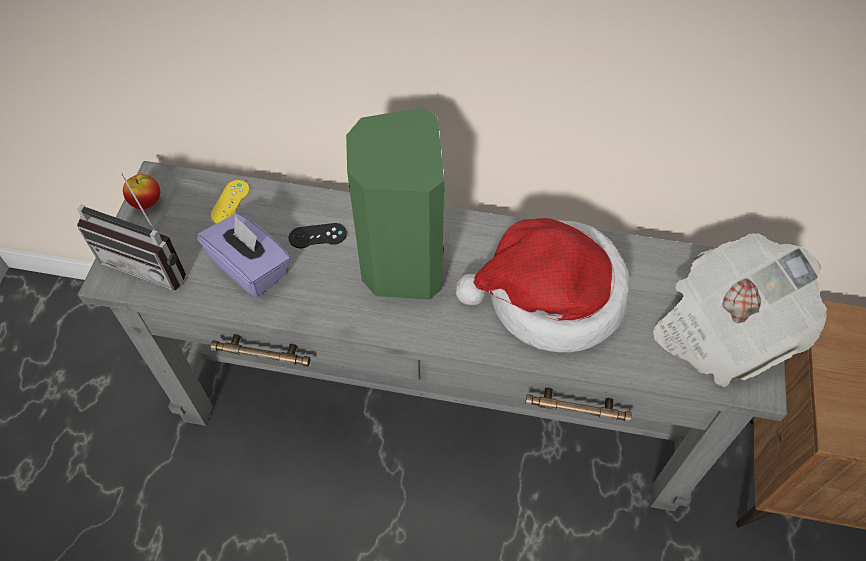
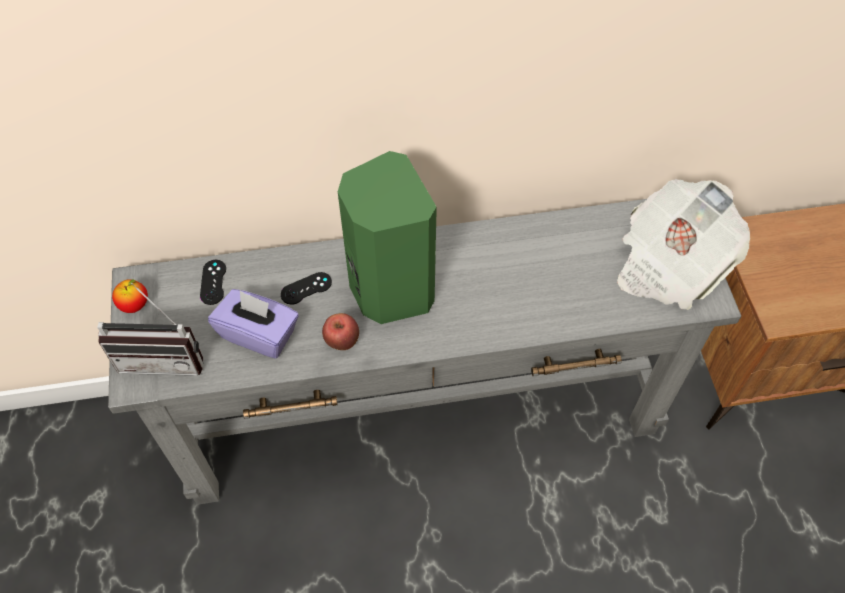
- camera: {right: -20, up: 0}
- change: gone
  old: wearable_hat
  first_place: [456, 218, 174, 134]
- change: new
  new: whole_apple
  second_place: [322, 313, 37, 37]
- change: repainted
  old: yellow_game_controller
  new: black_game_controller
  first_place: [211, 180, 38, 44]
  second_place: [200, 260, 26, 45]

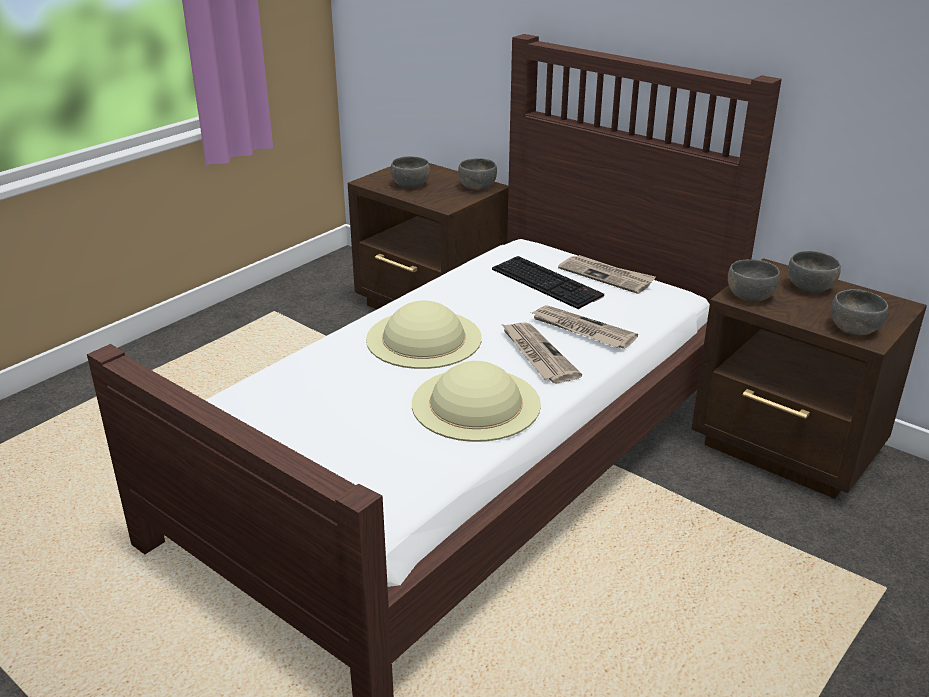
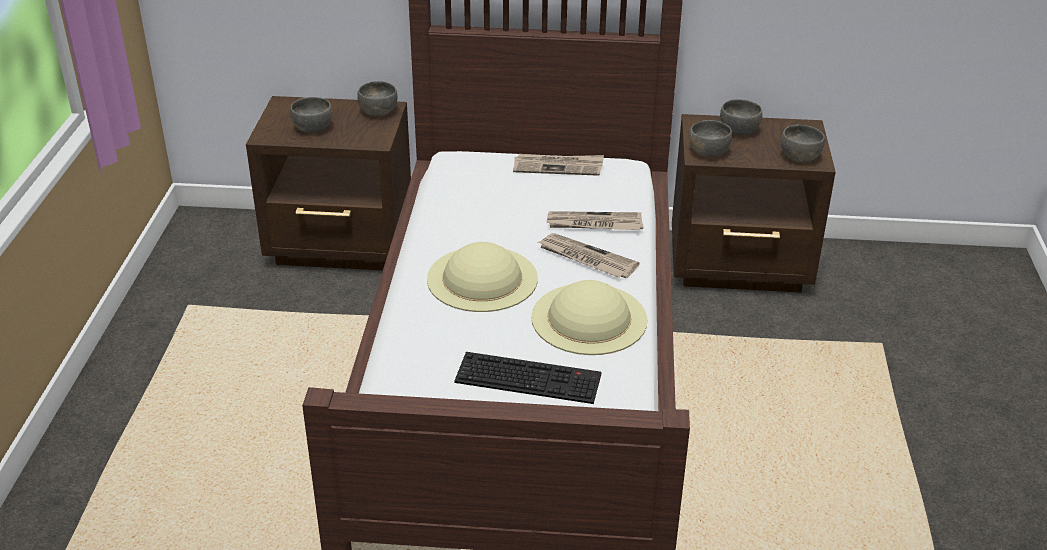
- camera: {right: -35, up: 5}
- change: shifted
  old: keyboard
  first_place: [492, 256, 112, 53]
  second_place: [454, 352, 147, 52]

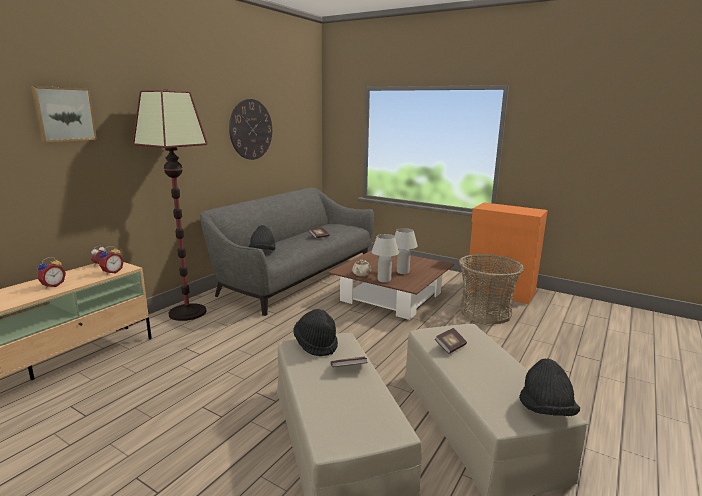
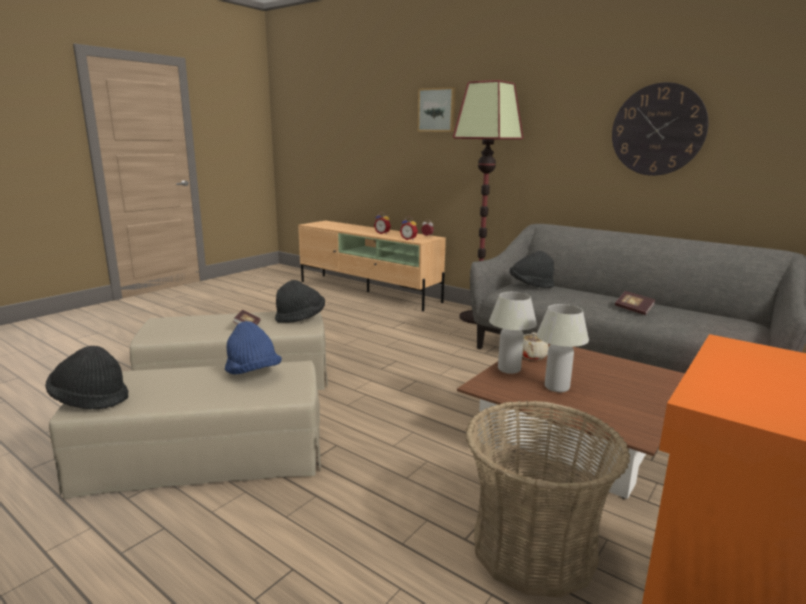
- camera: {right: 95, up: 0}
- change: swapped
  old: volume
  new: blue-coloured_wearable_hat
  first_place: [435, 328, 32, 26]
  second_place: [225, 321, 57, 53]

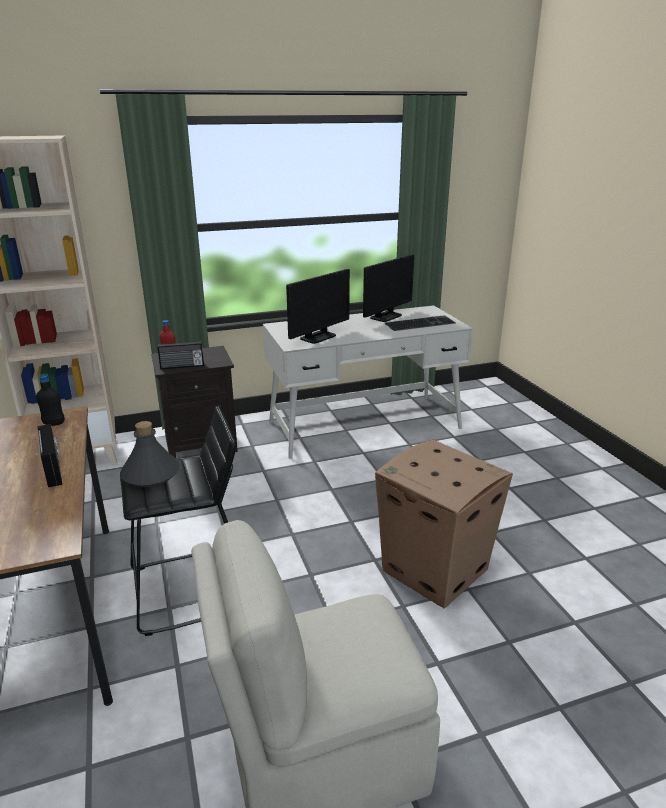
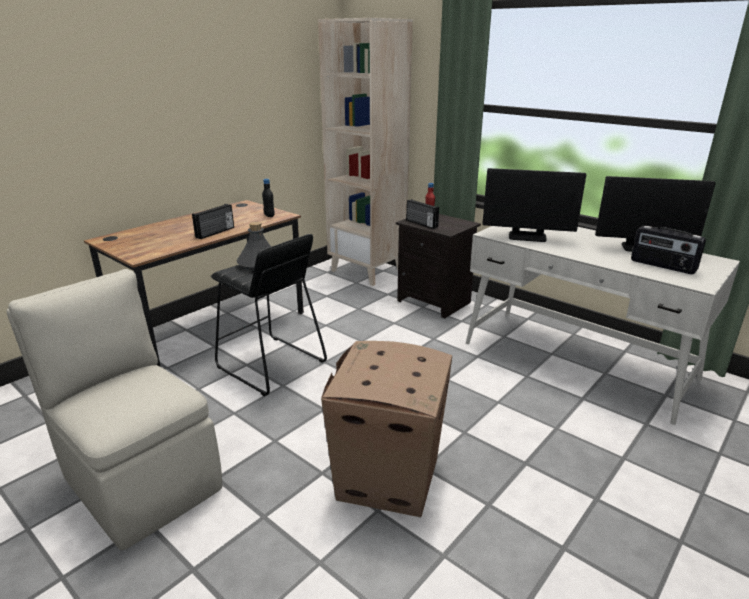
- camera: {right: 60, up: 0}
- change: swapped
  old: keyboard
  new: radio
  first_place: [385, 315, 70, 16]
  second_place: [631, 226, 75, 48]

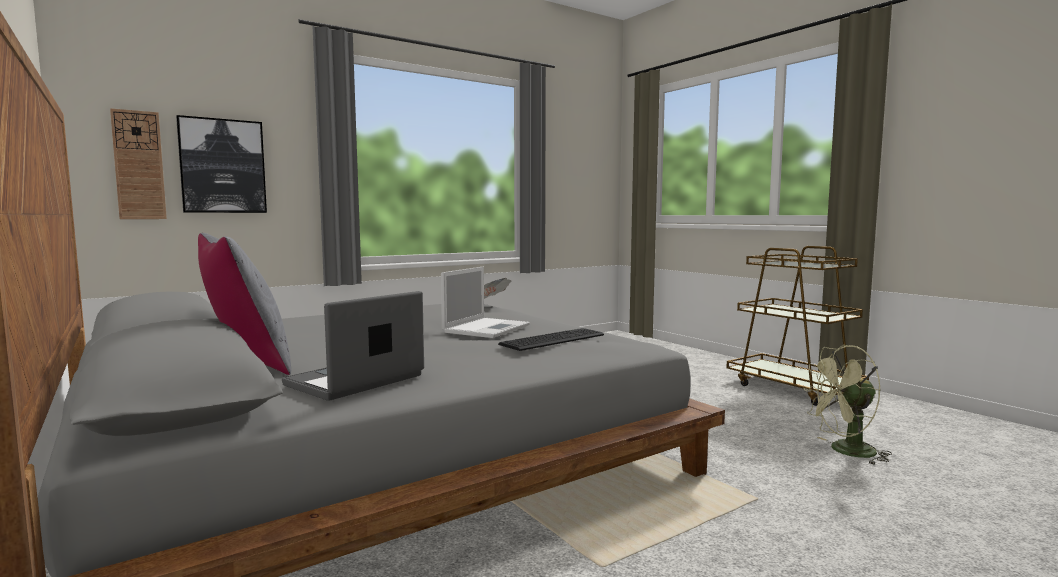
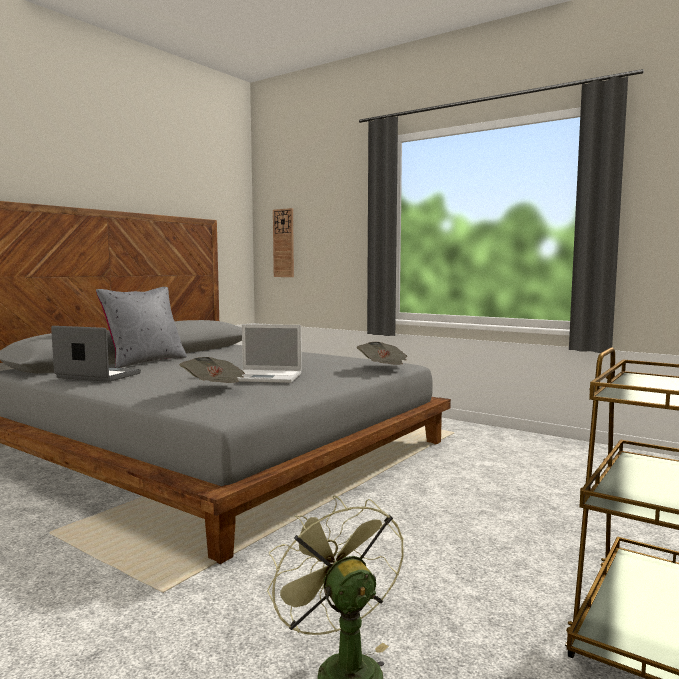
- camera: {right: 70, up: 0}
- change: gone
  old: wall_art
  first_place: [176, 115, 91, 98]
- change: swapped
  old: keyboard
  new: newspaper
  first_place: [498, 328, 106, 23]
  second_place: [179, 357, 66, 26]

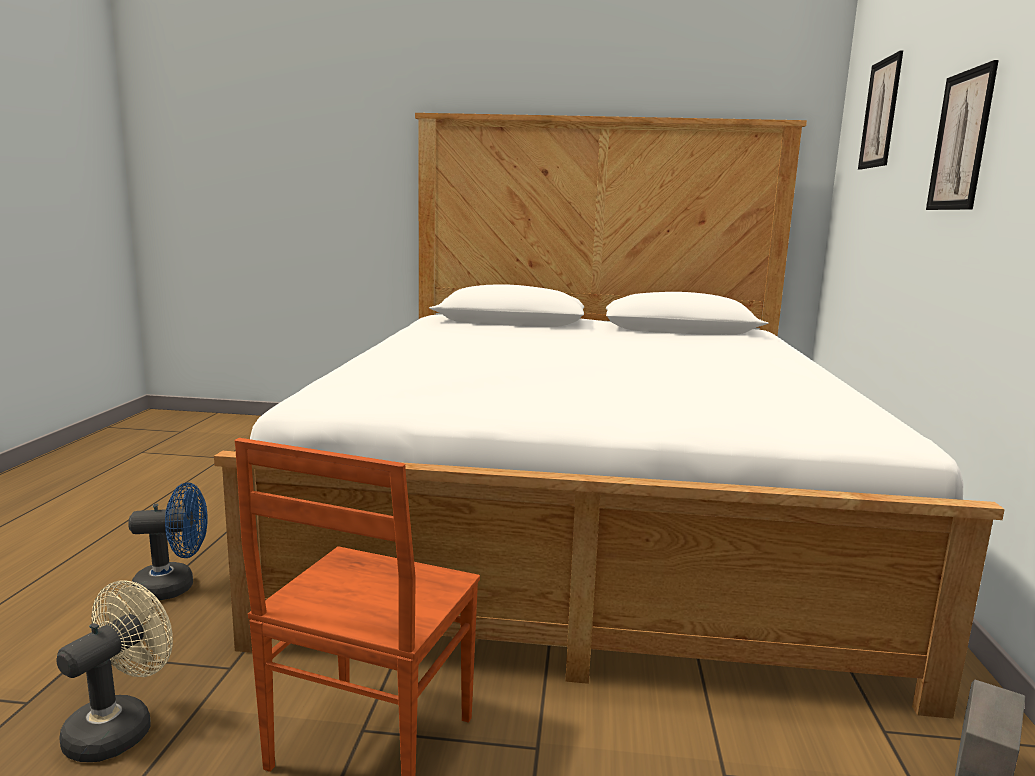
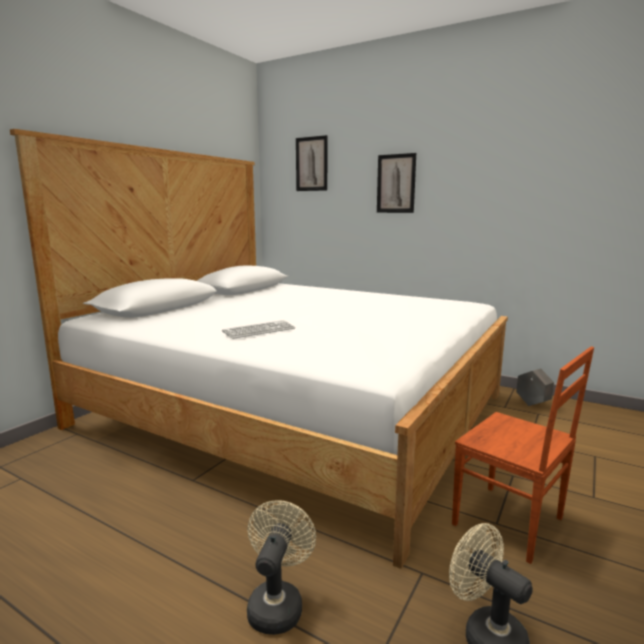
- camera: {right: -65, up: 0}
- change: new
  new: keyboard
  second_place: [222, 320, 73, 19]
- change: repainted
  old: blue-coloured_electric_fan
  new: beige_electric_fan
  first_place: [128, 482, 80, 119]
  second_place: [247, 500, 69, 135]

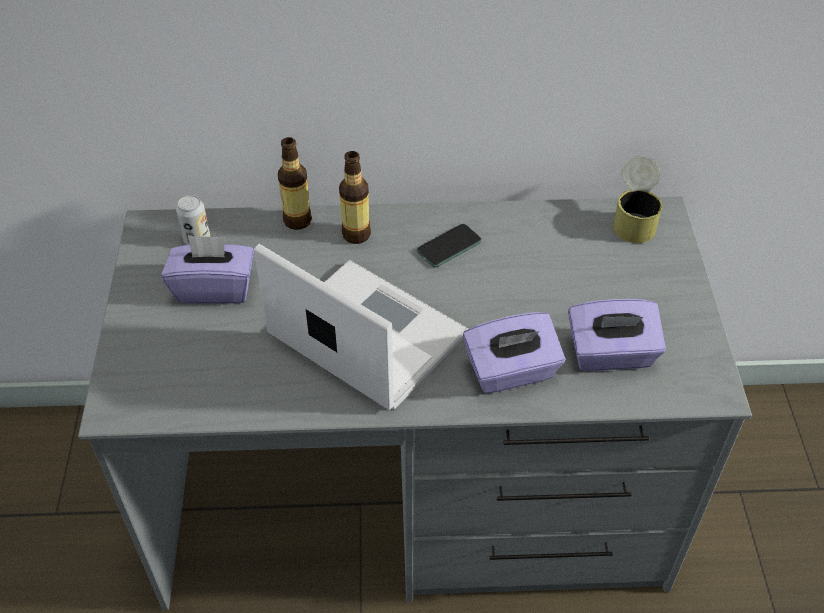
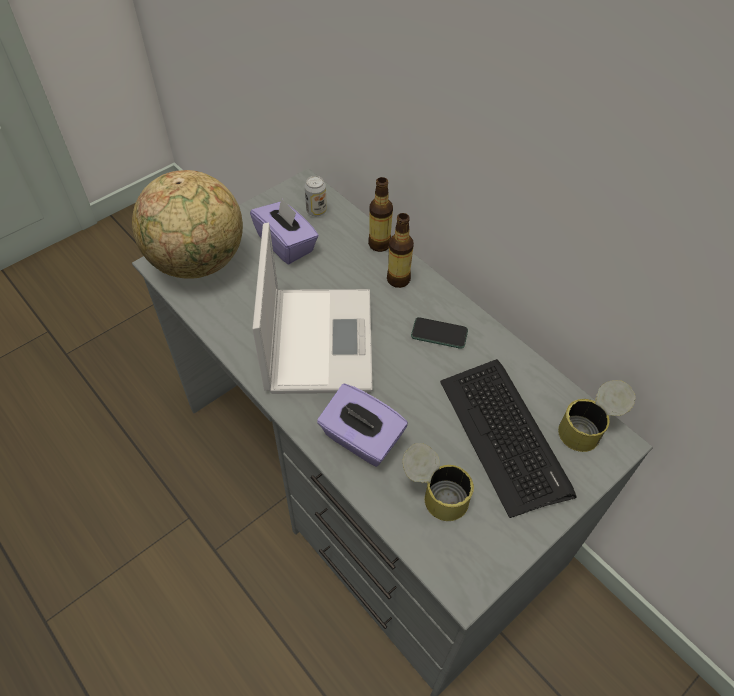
- camera: {right: 50, up: 5}
- change: new
  new: desk_globe
  second_place: [132, 170, 111, 109]
- change: new
  new: keyboard
  second_place: [440, 359, 137, 159]
- change: swapped
  old: purple-coloured_tissue_holder
  new: metal_can
  first_place: [568, 299, 98, 72]
  second_place: [403, 443, 71, 78]

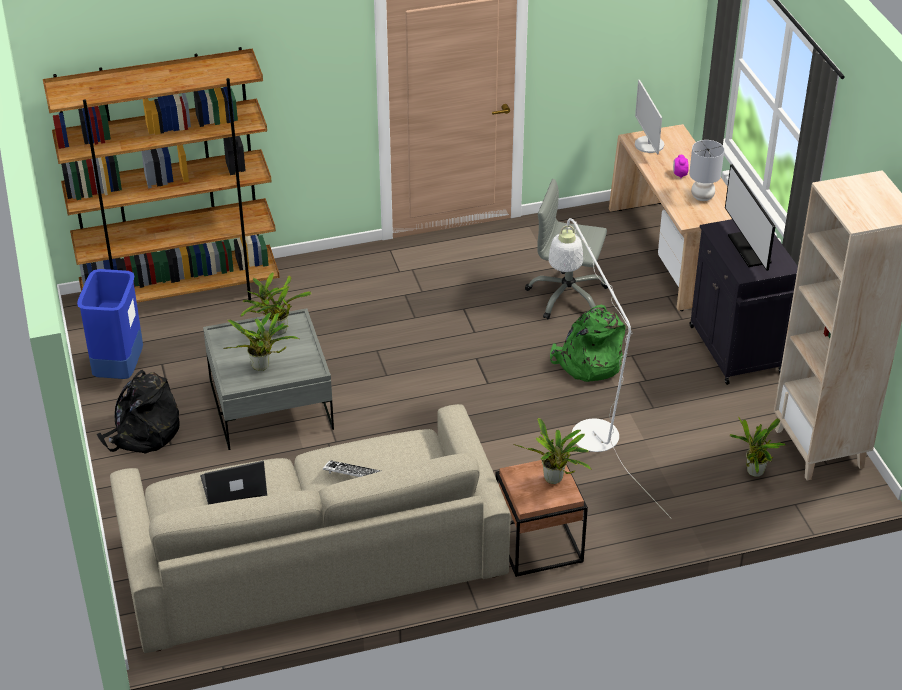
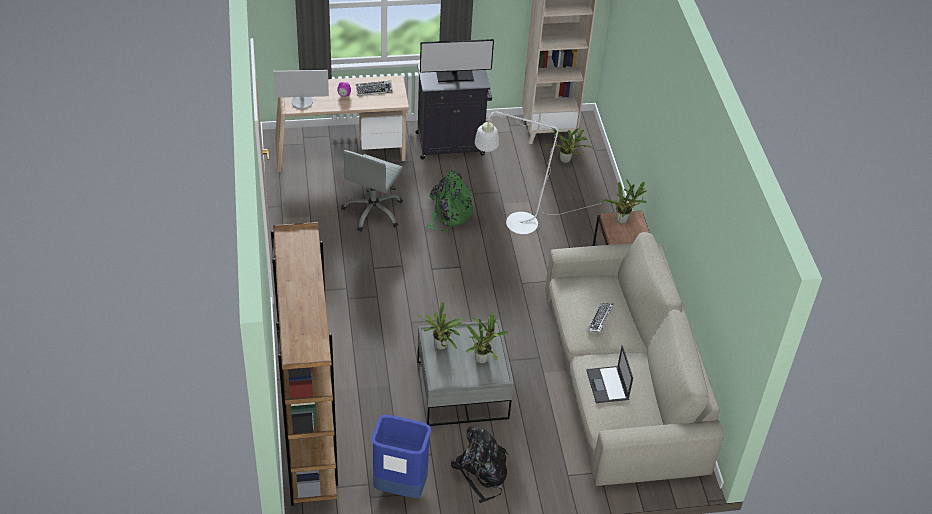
- camera: {right: -85, up: 5}
- change: swapped
  old: gray_table_lamp
  new: keyboard
  first_place: [689, 140, 35, 61]
  second_place: [356, 81, 37, 15]

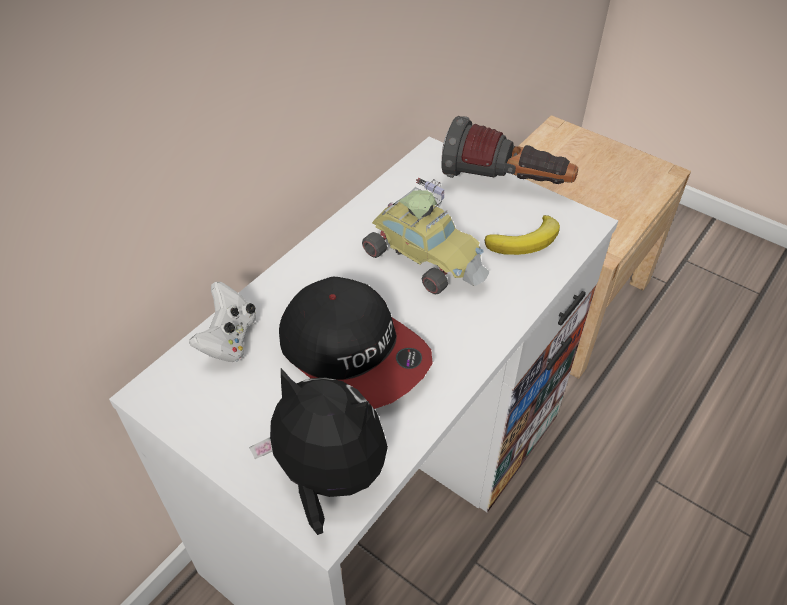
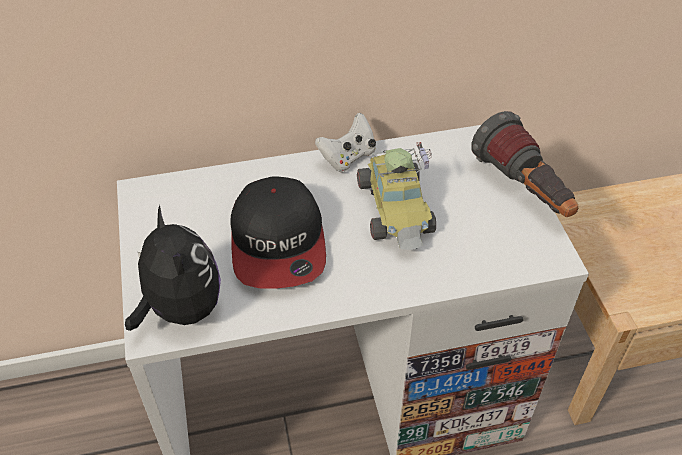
- camera: {right: 40, up: 0}
- change: gone
  old: banana
  first_place: [485, 215, 75, 40]
- change: shifted
  old: whitish_game_controller
  first_place: [189, 282, 67, 80]
  second_place: [315, 113, 61, 59]

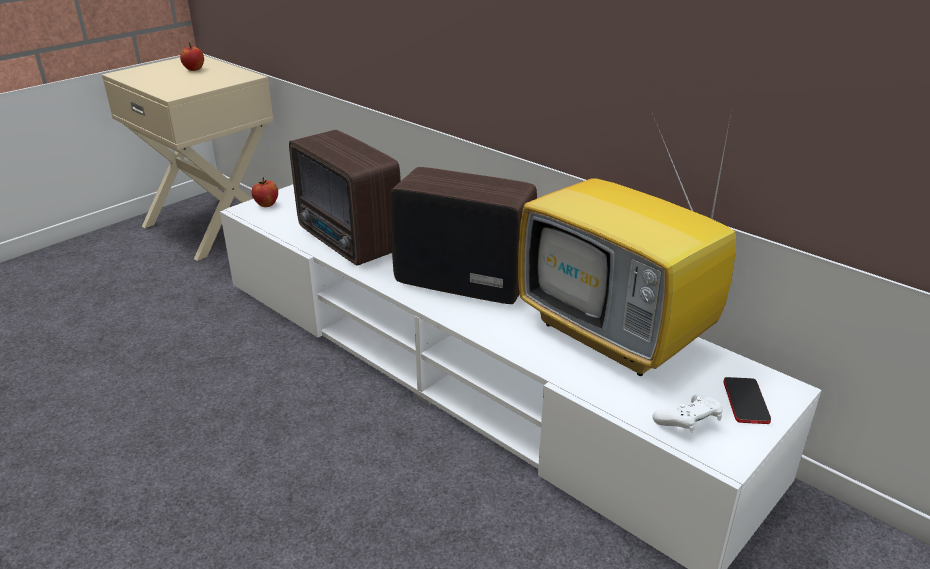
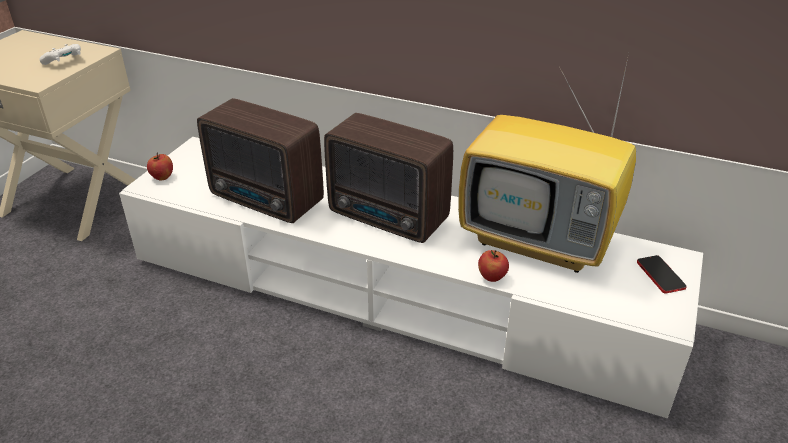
- camera: {right: -20, up: 5}
- change: shifted
  old: whole_apple
  first_place: [180, 42, 24, 29]
  second_place: [478, 250, 31, 32]
- change: shifted
  old: whitish_game_controller
  first_place: [653, 395, 69, 38]
  second_place: [40, 44, 41, 21]
- change: rotated
  old: radio
  first_place: [390, 167, 147, 137]
  second_place: [324, 113, 129, 130]
  degrees: -150

